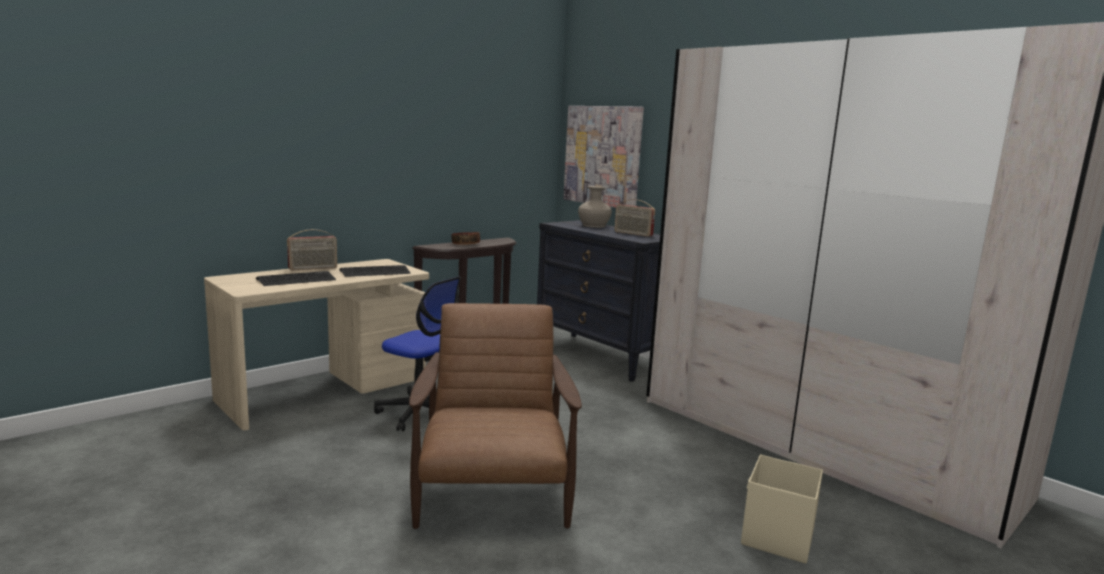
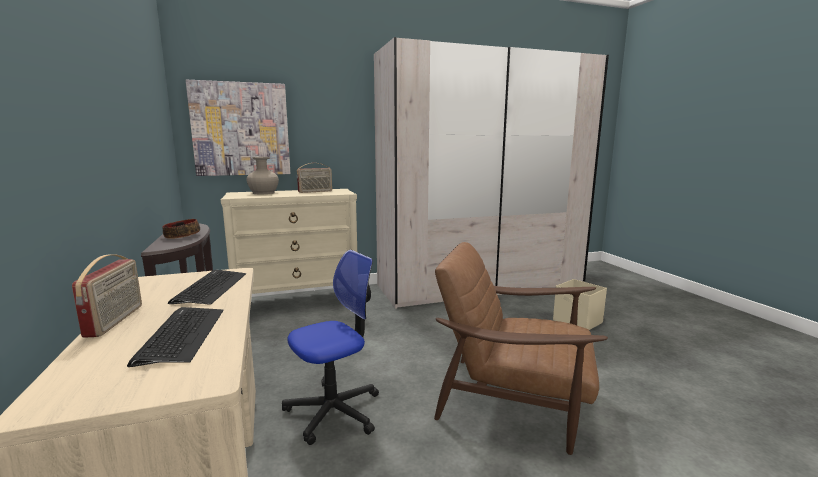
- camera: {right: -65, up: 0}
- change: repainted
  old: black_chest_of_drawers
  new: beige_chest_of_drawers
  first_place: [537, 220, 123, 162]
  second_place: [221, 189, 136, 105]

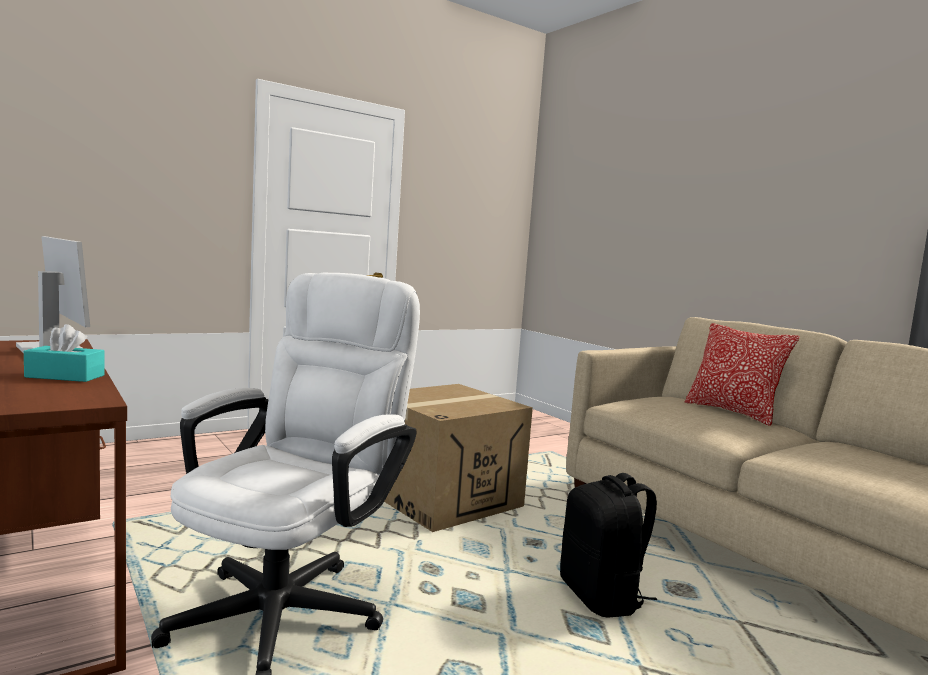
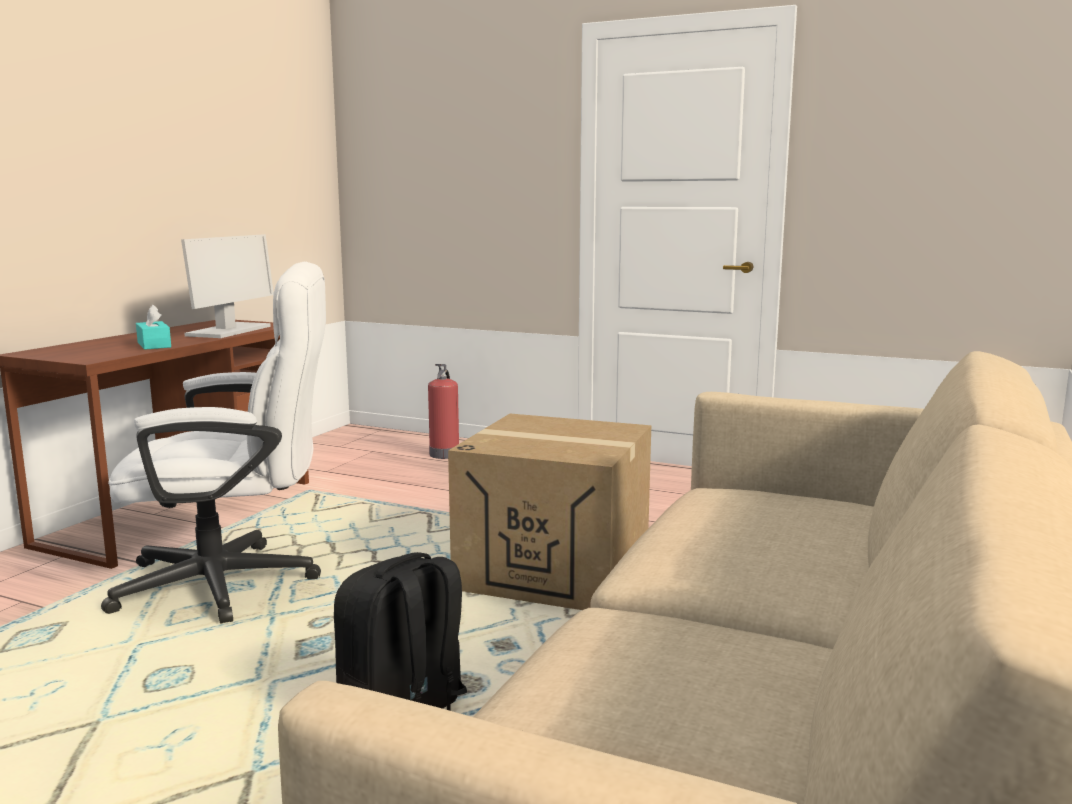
- camera: {right: 60, up: 5}
- change: gone
  old: pillow
  first_place: [685, 323, 114, 103]
- change: new
  new: fire-fighting_cylinder
  second_place: [428, 364, 31, 95]

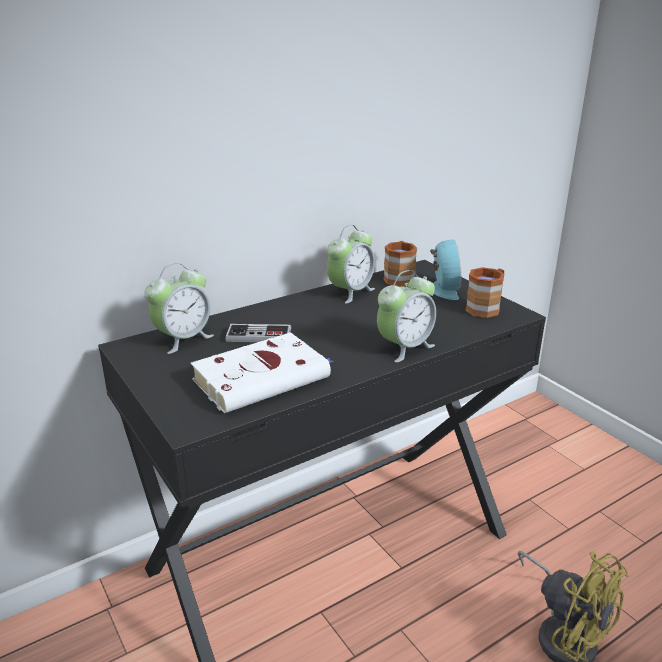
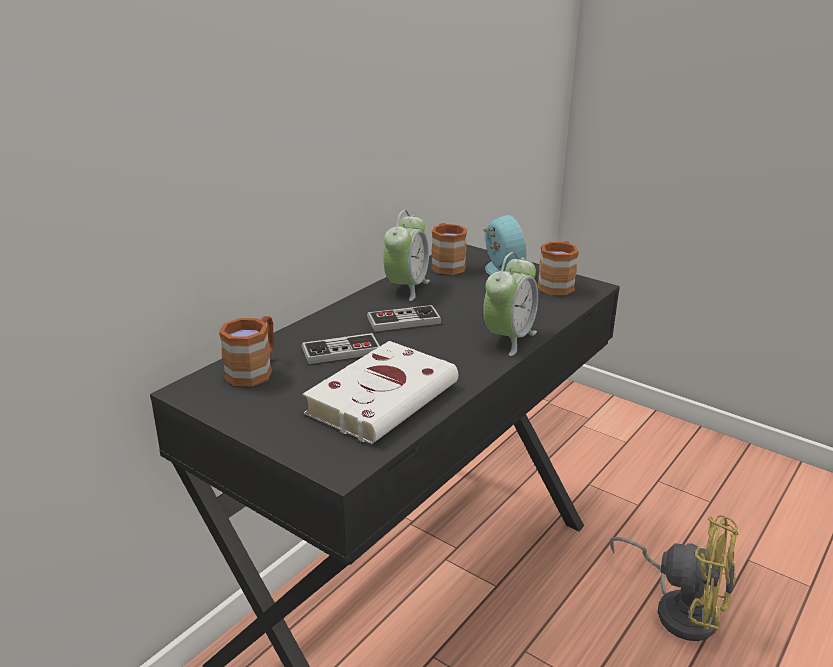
- camera: {right: -20, up: 0}
- change: new
  new: game_controller
  second_place: [367, 305, 74, 27]
- change: swapped
  old: alarm_clock
  new: brown-coloured_coffee_mug
  first_place: [145, 263, 69, 91]
  second_place: [219, 316, 55, 71]

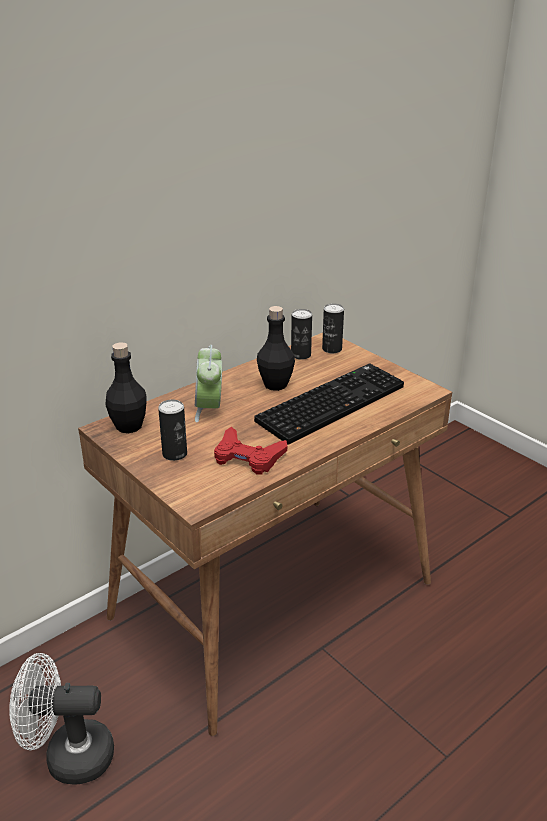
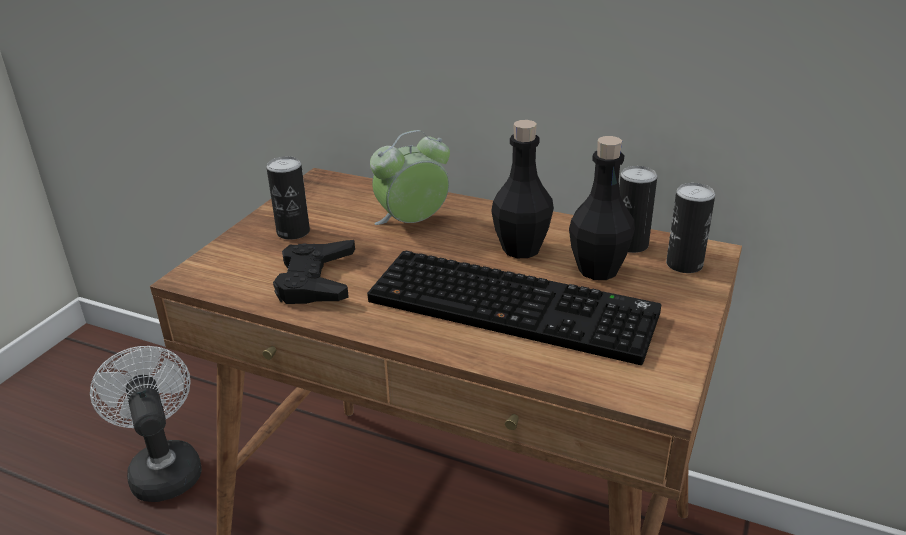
- camera: {right: 65, up: 0}
- change: shifted
  old: black_drink_bottle
  first_place: [106, 342, 41, 91]
  second_place: [569, 136, 66, 144]
- change: repainted
  old: reddish_game_controller
  new: black_game_controller
  first_place: [214, 427, 73, 48]
  second_place: [273, 240, 82, 64]

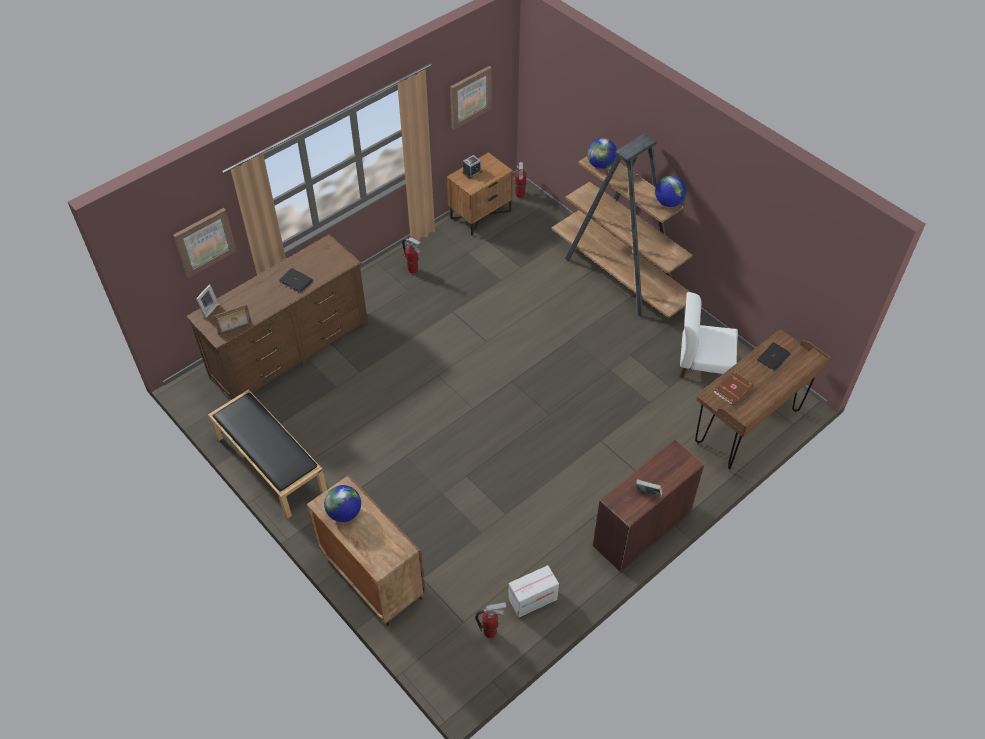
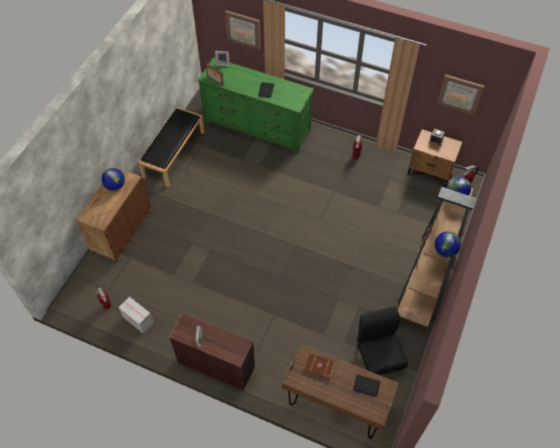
- camera: {right: 65, up: 5}
- change: repainted
  old: brown-coloured_chest_of_drawers
  new: green-coloured_chest_of_drawers
  first_place: [186, 234, 182, 166]
  second_place: [197, 57, 117, 96]
- change: repainted
  old: whitish_chair
  new: black_chair
  first_place: [679, 292, 59, 86]
  second_place: [357, 306, 51, 69]

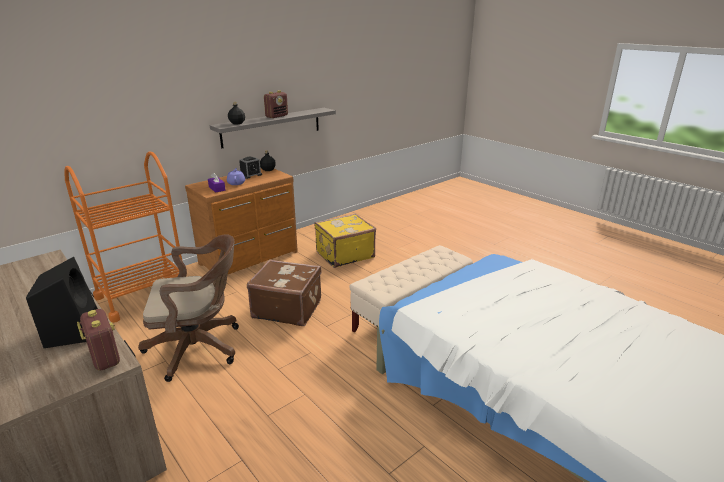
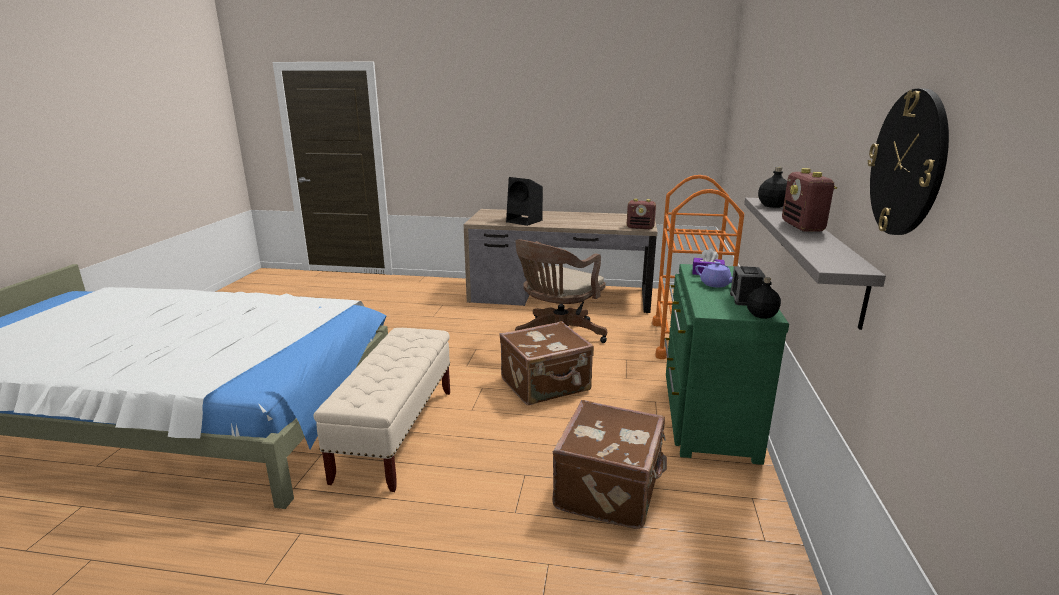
- camera: {right: 140, up: -5}
- change: new
  new: clock_on_the_wall
  second_place: [868, 88, 81, 147]
- change: shifted
  old: radio
  first_place: [77, 309, 43, 62]
  second_place: [627, 199, 29, 30]
- change: repainted
  old: brown-coloured_chest_of_drawers
  new: green-coloured_chest_of_drawers
  first_place: [185, 168, 113, 106]
  second_place: [664, 264, 125, 201]
- change: repainted
  old: yellow_piece_of_luggage
  new: brown-coloured_piece_of_luggage
  first_place: [315, 213, 61, 55]
  second_place: [552, 400, 115, 129]

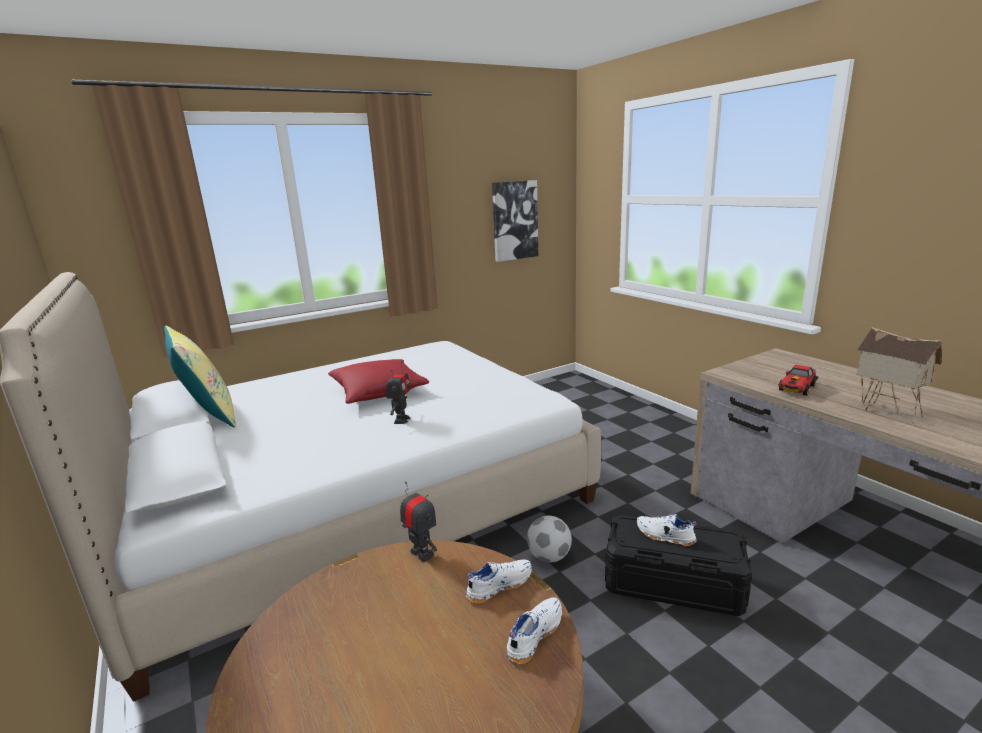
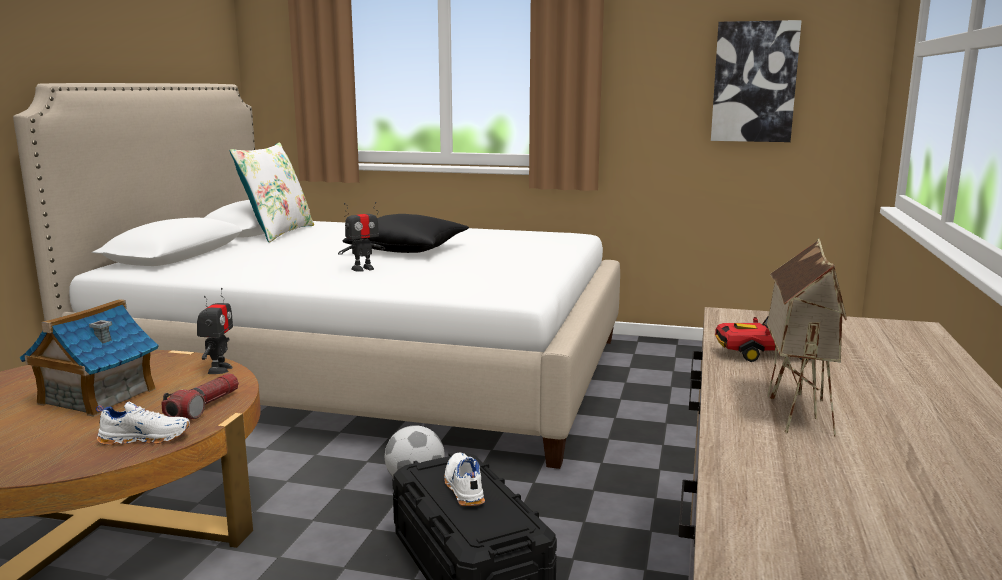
- camera: {right: 45, up: -5}
- change: new
  new: model_house
  second_place: [19, 299, 140, 118]
- change: swapped
  old: whitish_low_shoe
  new: torch
  first_place: [466, 559, 66, 45]
  second_place: [161, 373, 78, 46]
- change: repainted
  old: yellow_pillow
  new: whitish_pillow
  first_place: [164, 326, 72, 101]
  second_place: [230, 142, 84, 100]
- change: repainted
  old: reddish_pillow
  new: black_pillow
  first_place: [328, 359, 101, 45]
  second_place: [343, 214, 126, 39]

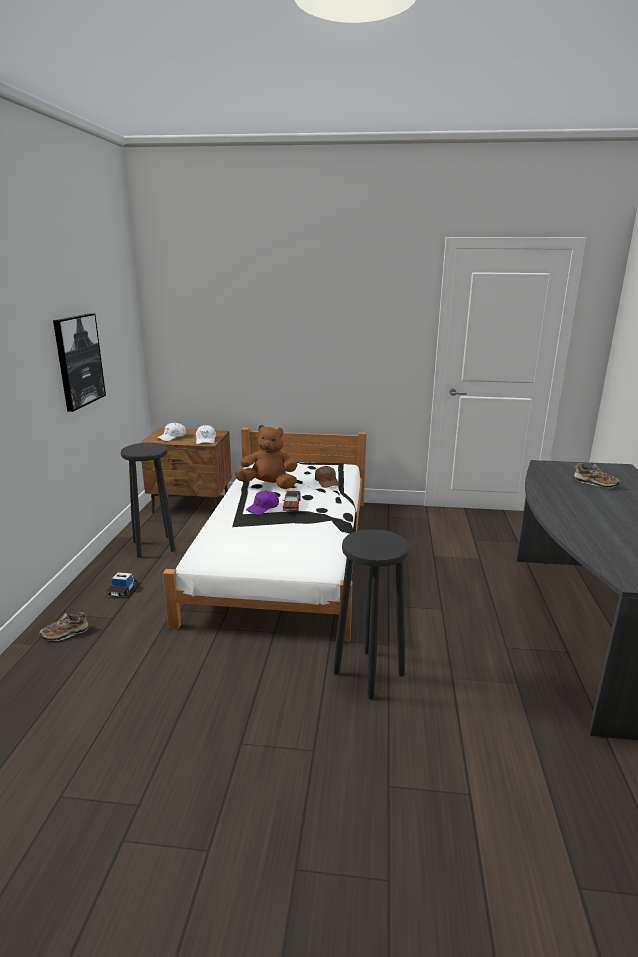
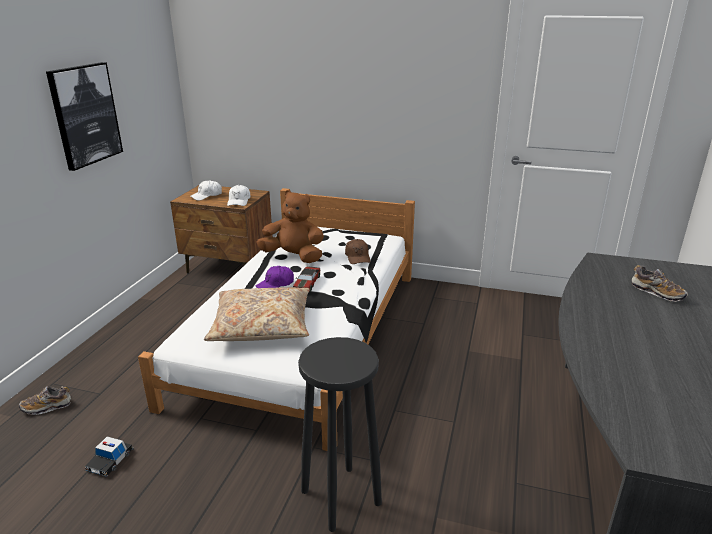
- camera: {right: 10, up: 5}
- change: gone
  old: black_stool
  first_place: [121, 443, 55, 115]
- change: new
  new: beige_pillow
  second_place: [204, 287, 106, 54]
- change: shifted
  old: toy_car
  first_place: [106, 572, 32, 25]
  second_place: [85, 436, 49, 41]

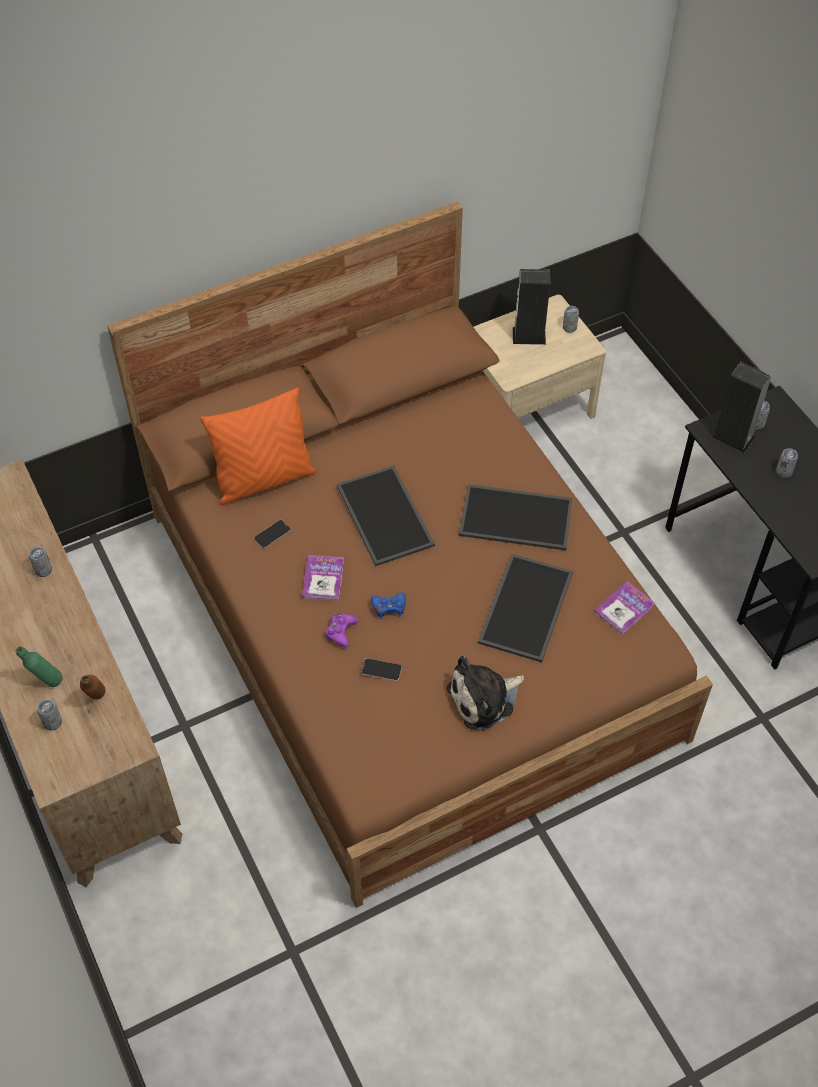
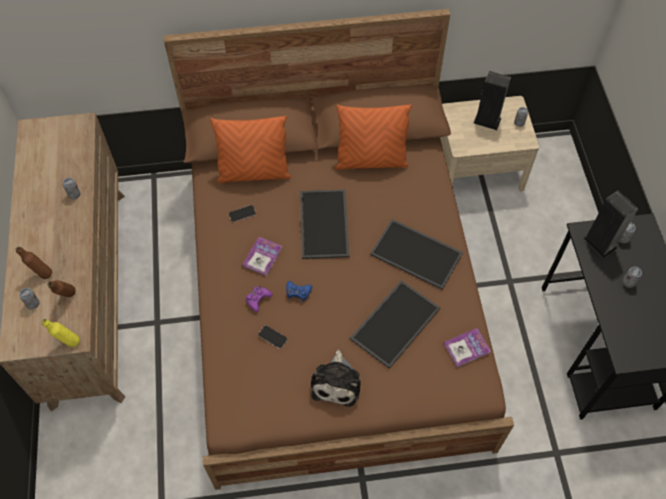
- camera: {right: 20, up: 5}
- change: new
  new: yellow_drink_bottle
  second_place: [41, 319, 39, 28]
- change: new
  new: orange_pillow
  second_place: [335, 104, 77, 66]
- change: repainted
  old: green-coloured_drink_bottle
  new: brown-coloured_drink_bottle
  first_place: [15, 647, 48, 40]
  second_place: [16, 247, 36, 32]
- change: rotated
  old: soft_toy
  first_place: [447, 656, 77, 74]
  second_place: [311, 349, 50, 58]
  degrees: -75

